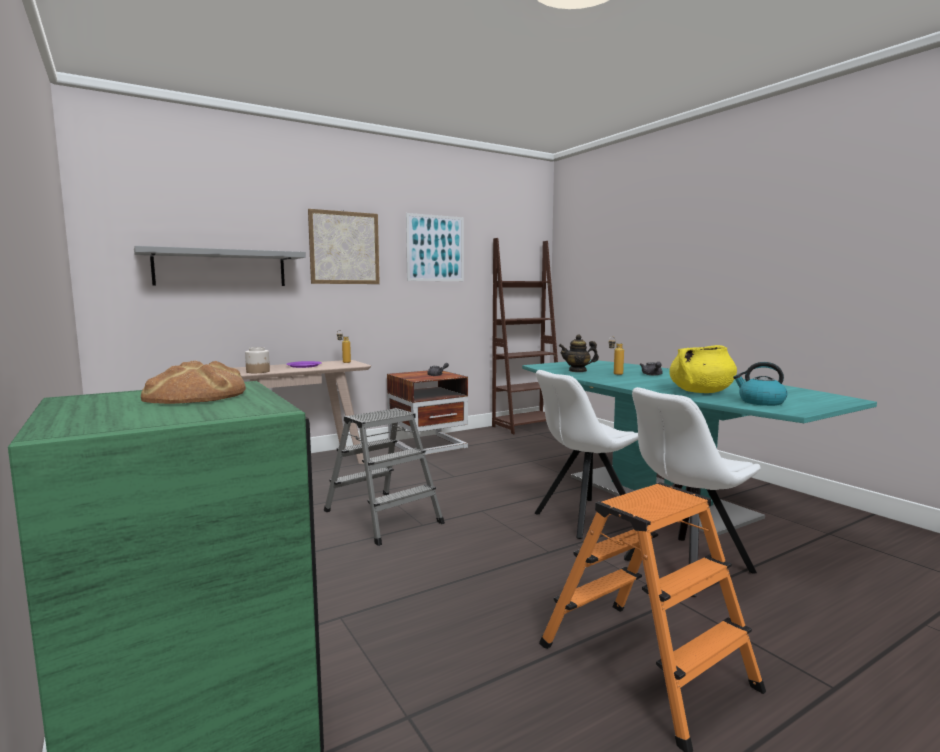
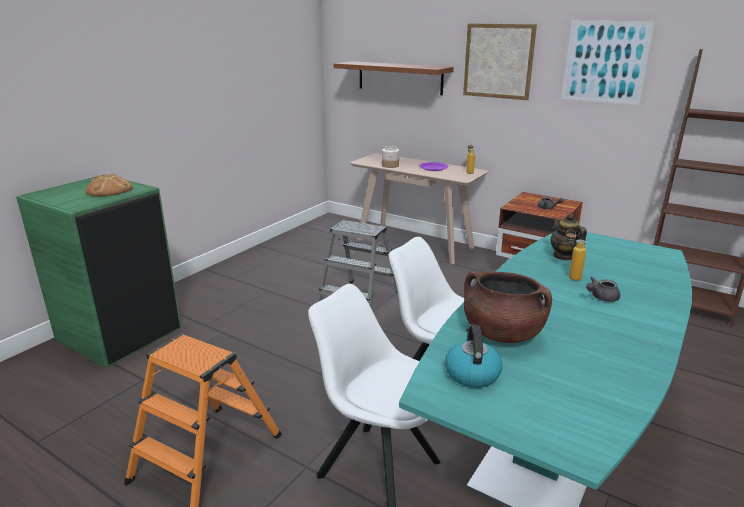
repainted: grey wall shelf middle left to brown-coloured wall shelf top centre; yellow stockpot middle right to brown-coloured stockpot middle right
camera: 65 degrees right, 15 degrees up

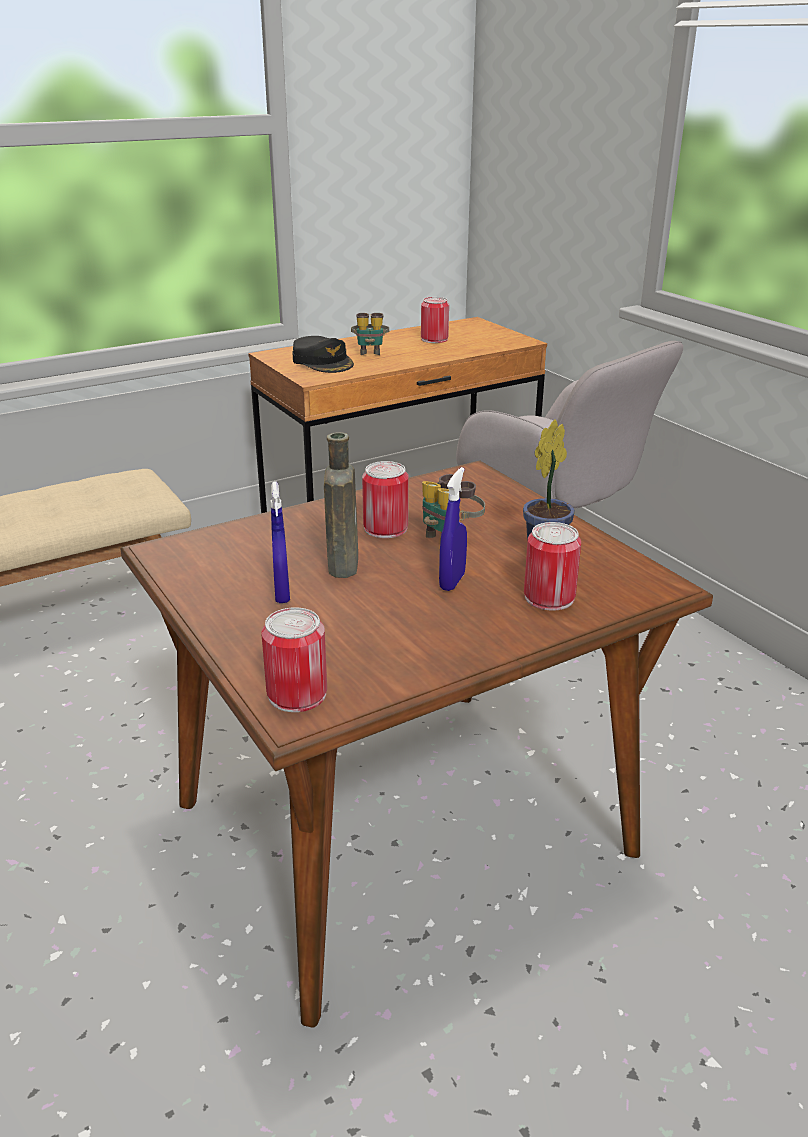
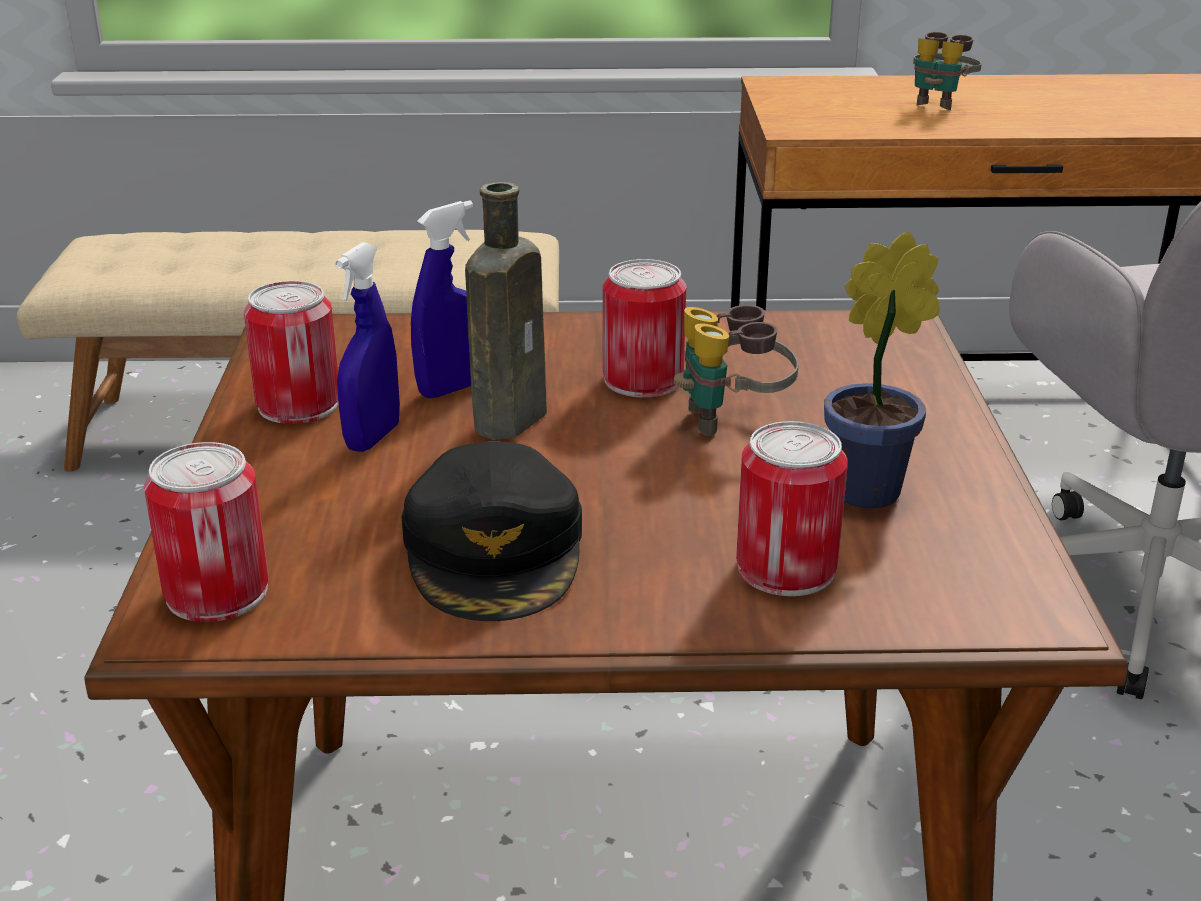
shifted: black-coloured cap top centre to centre; metal can (no. 3 from left in the first image) top centre to metal can (no. 2 from left) middle left; blue spray bottle (no. 2 from left) centre to top centre
camera: 30 degrees right, 0 degrees up

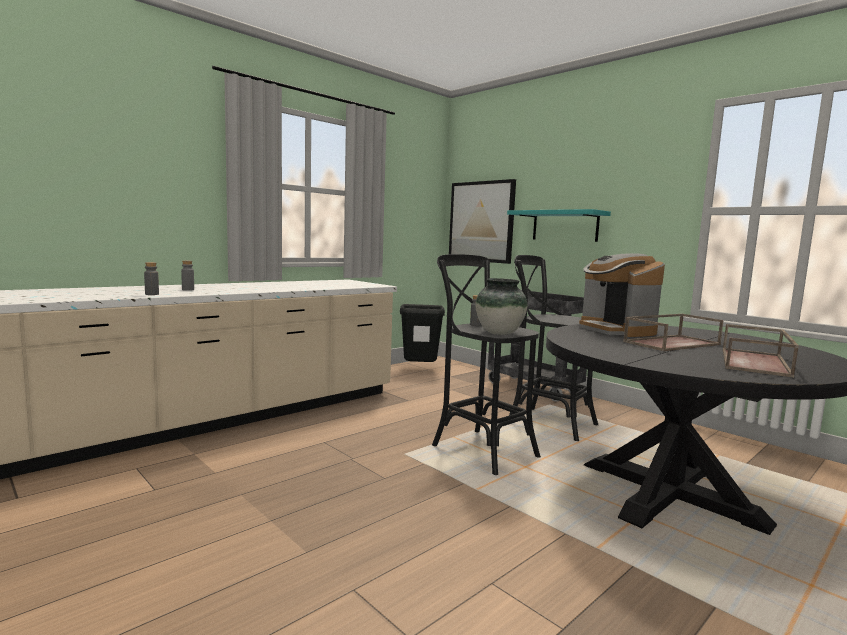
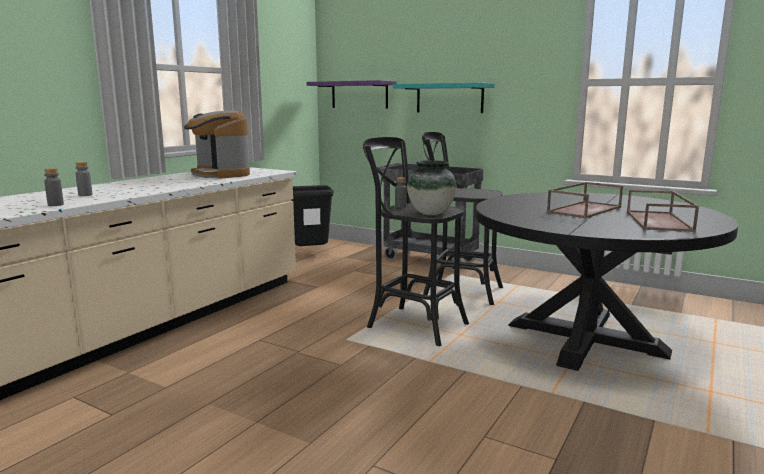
shifted: coffee machine middle right to top left
swapped: picture centre to purplish wall shelf top centre
camera: 15 degrees left, 5 degrees up

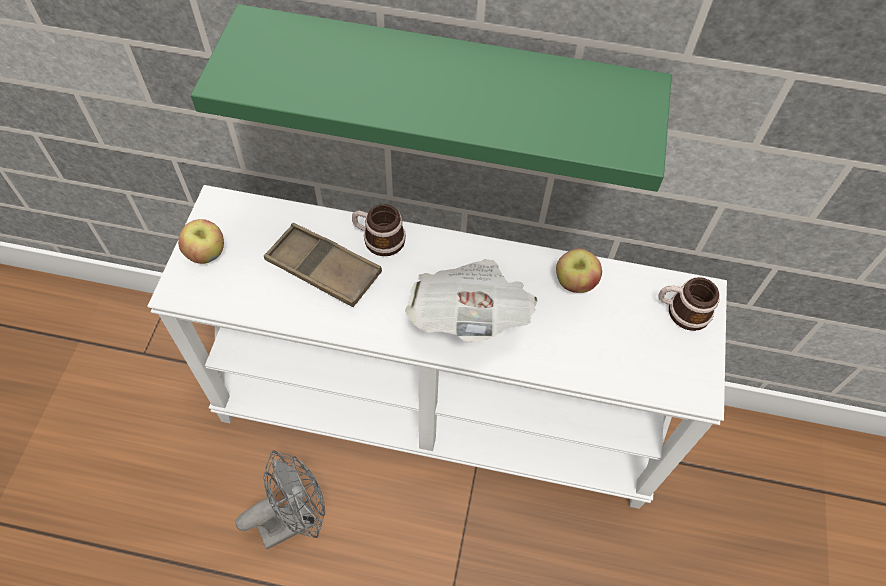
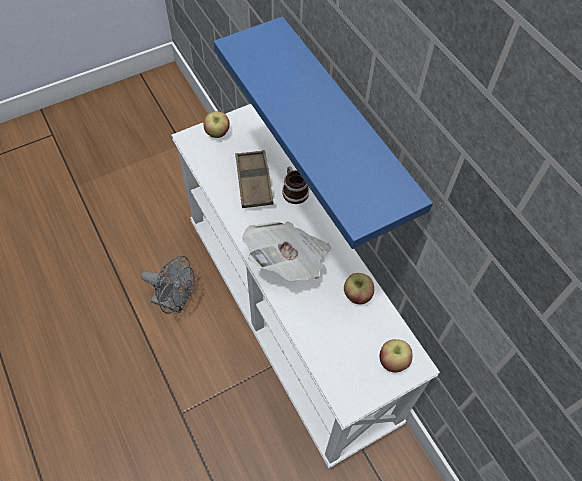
swapped: tea mug (no. 2 from left) middle right to apple (no. 3 from left) bottom right
repainted: greenish wall shelf top centre to blue wall shelf top centre
camera: 50 degrees right, 0 degrees up

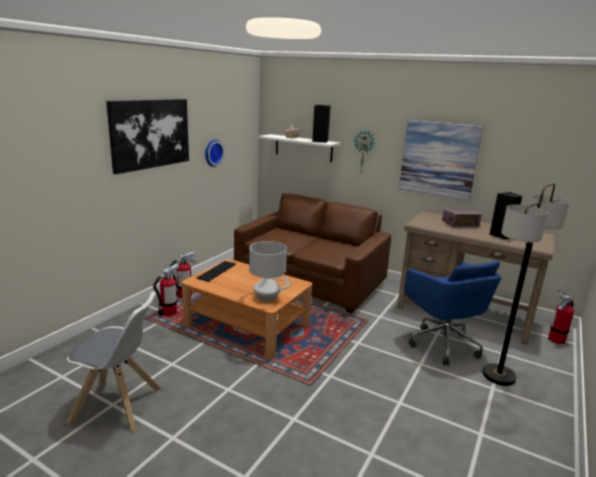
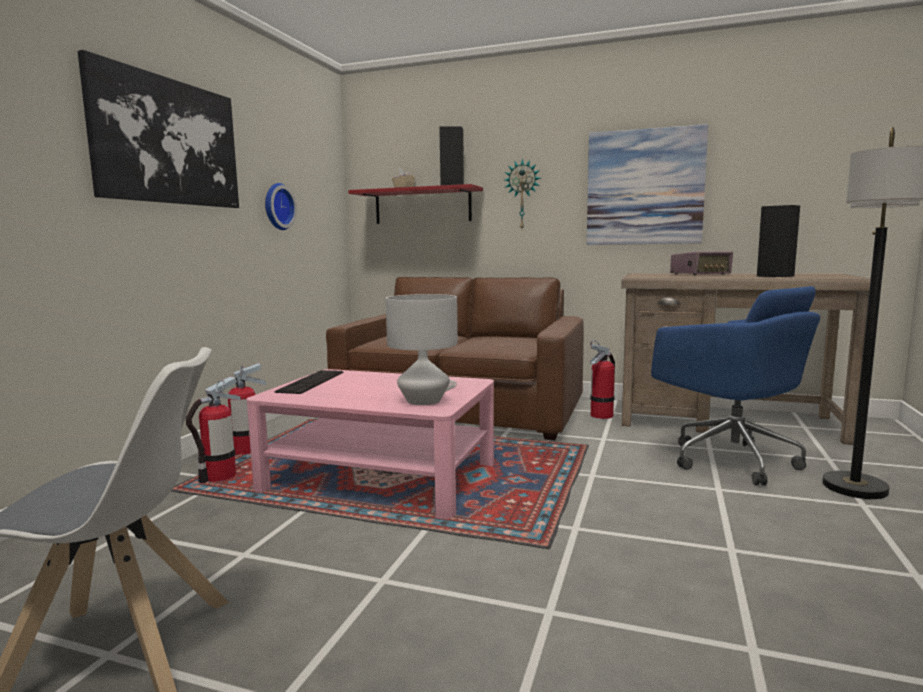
shifted: fire-fighting cylinder (no. 3 from left) middle right to centre
repainted: brown-coloured coffee table centre to pink-coloured coffee table centre; whitish wall shelf top centre to red wall shelf top centre
camera: 10 degrees left, 10 degrees down

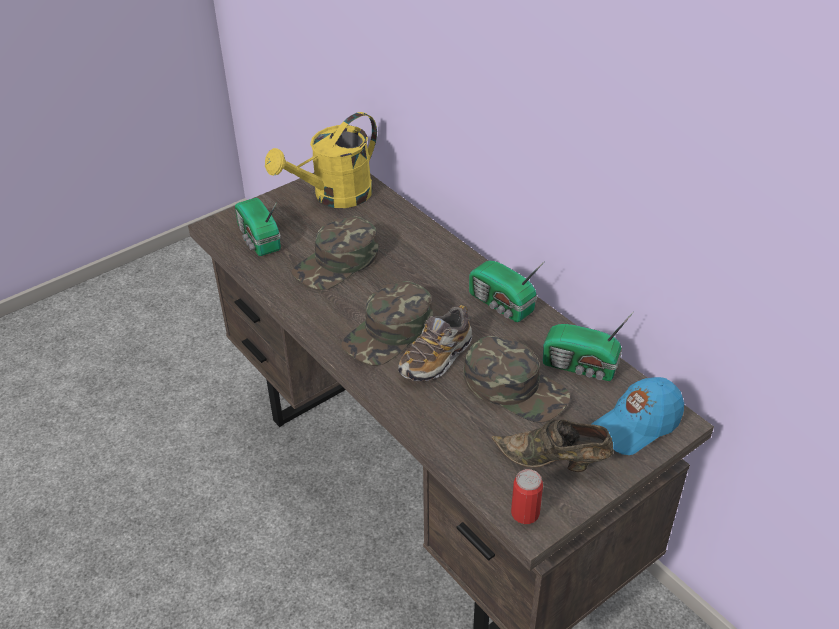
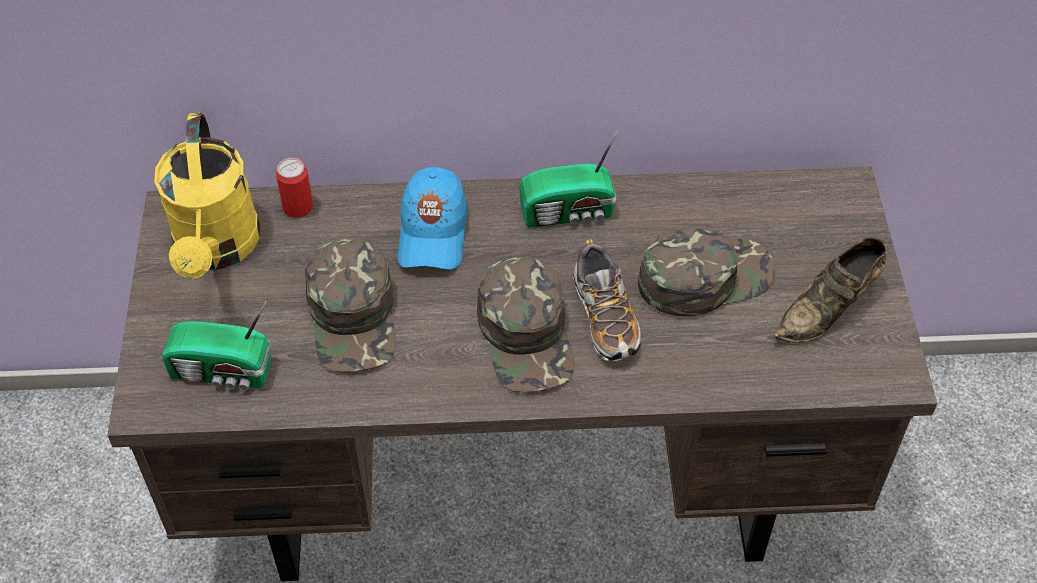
gone: radio (no. 3 from left) middle right
shifted: metal can bottom centre to top left; blue cap middle right to centre
camera: 55 degrees left, 10 degrees up

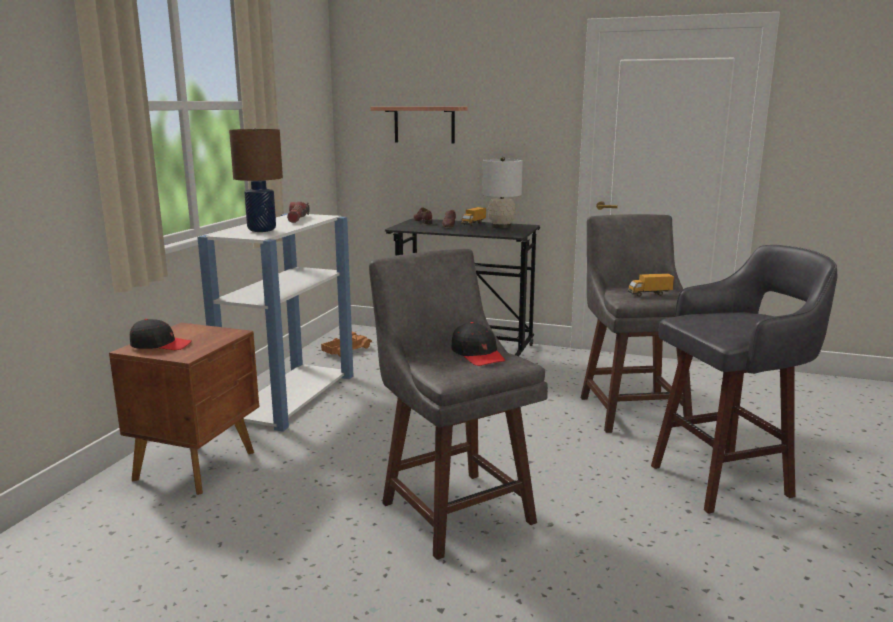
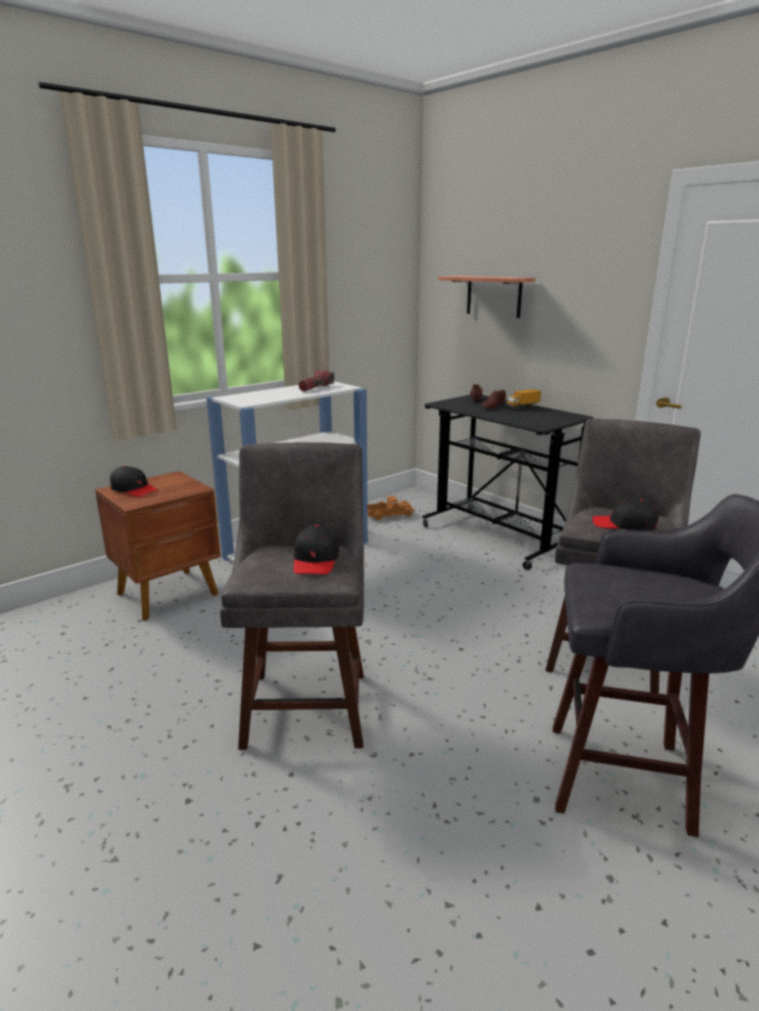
gone: brown-coloured tabletop lamp top left; whitish tabletop lamp top centre
swapped: model truck (no. 3 from left) middle right to black-coloured cap (no. 3 from left) middle right
camera: 30 degrees right, 5 degrees up

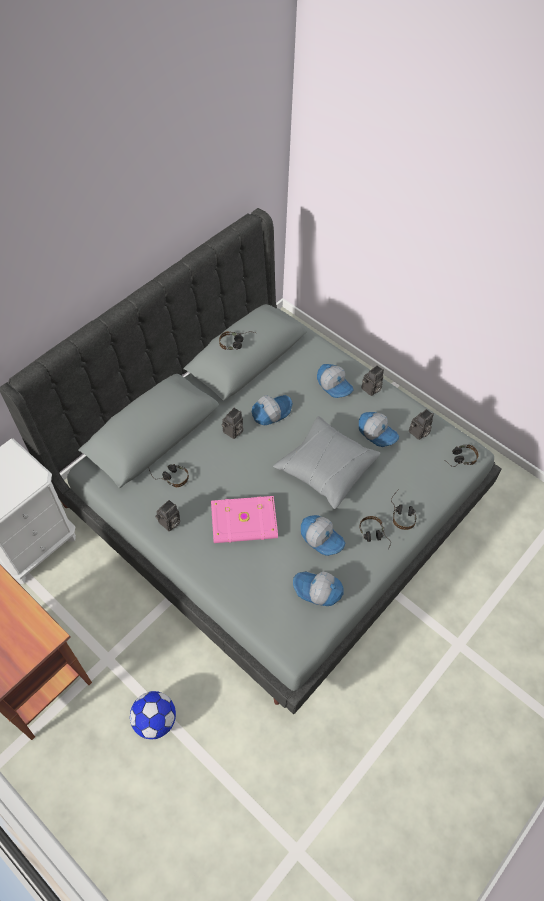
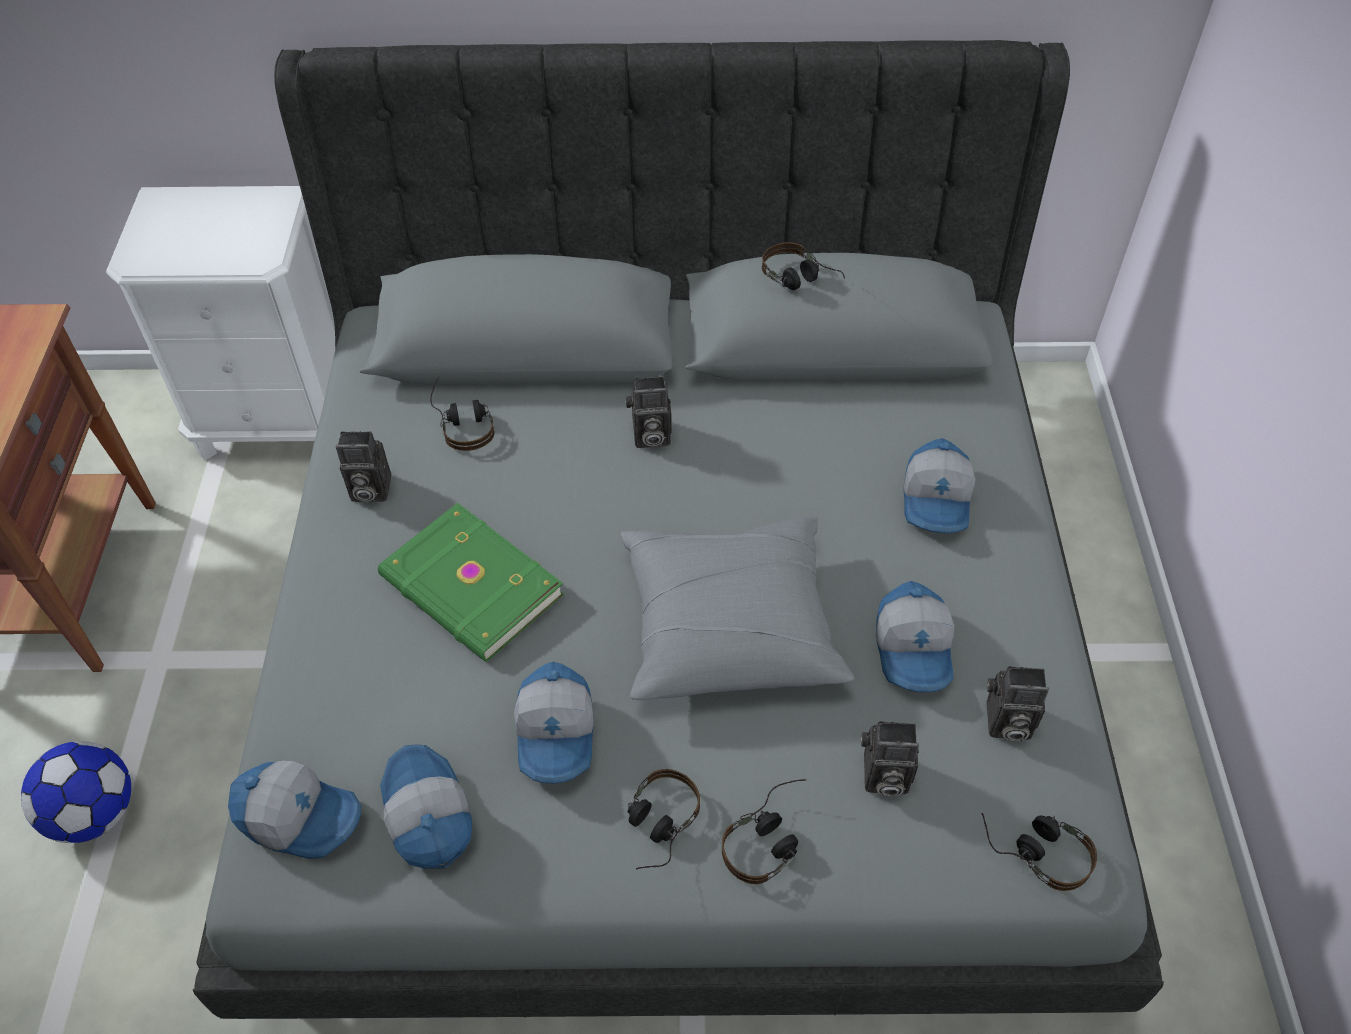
shifted: cap (no. 1 from left) centre to bottom left; still camera (no. 3 from left) middle right to bottom centre
repainted: pink-coloured volume centre to greenish volume centre
camera: 50 degrees right, 5 degrees down

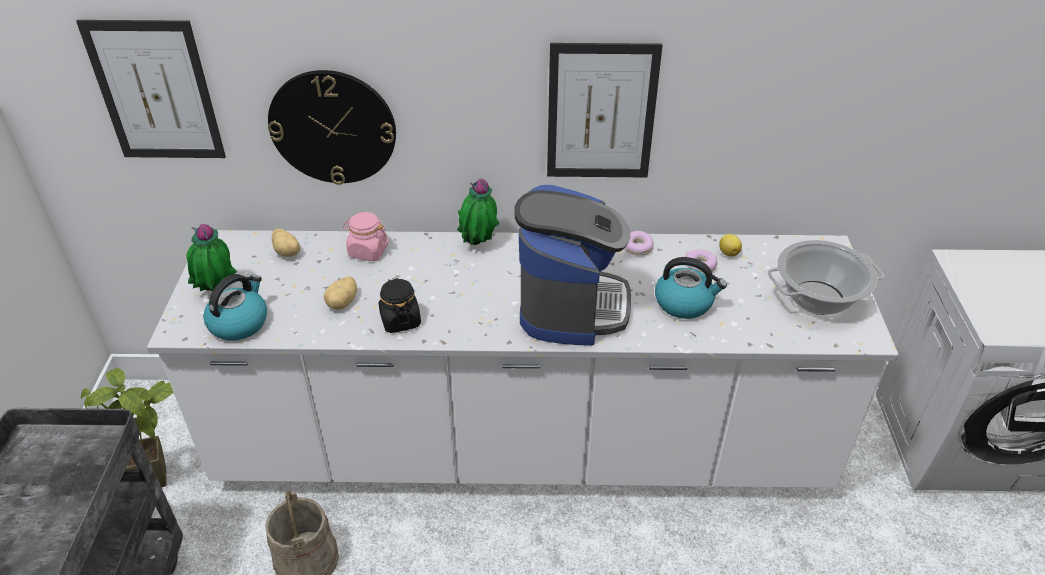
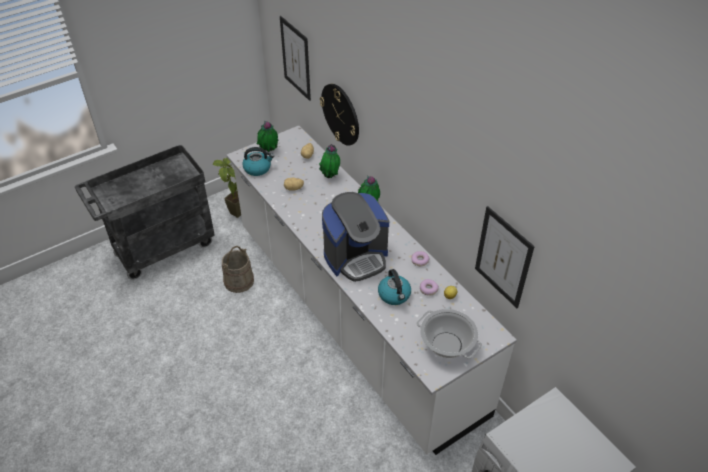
gone: black-coloured storage jar centre
shifted: picture (no. 2 from left) top centre to middle right
swapped: pink-coloured storage jar centre to potted plant (no. 3 from left) centre
camera: 55 degrees right, 5 degrees up

